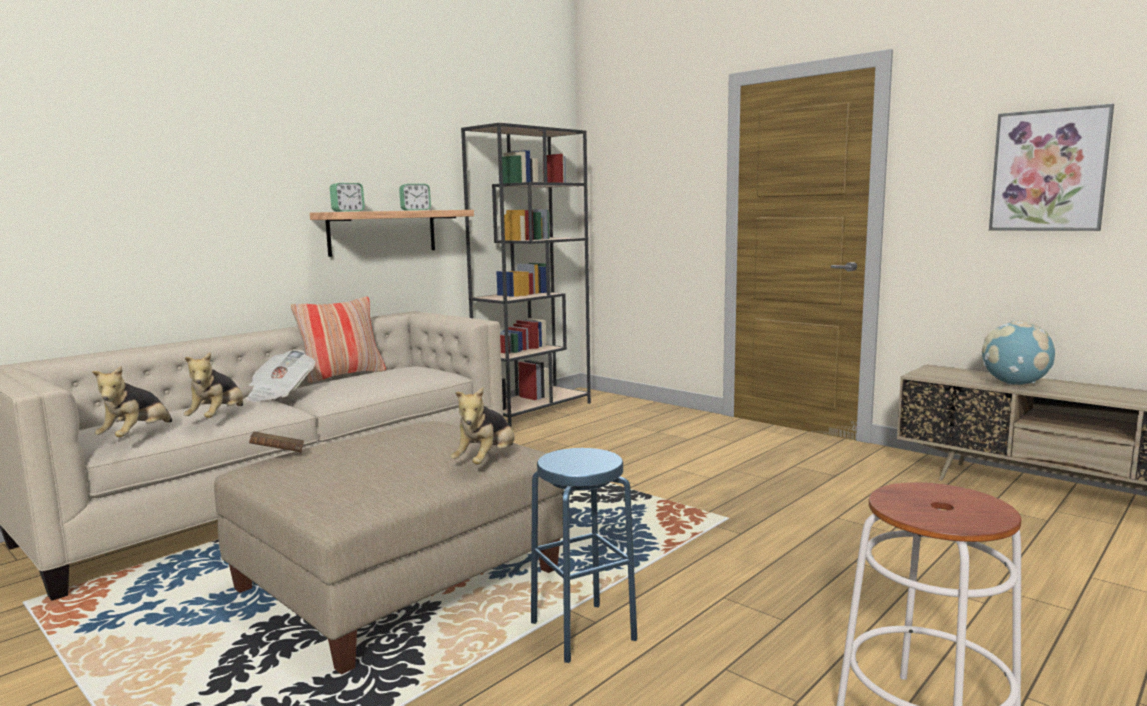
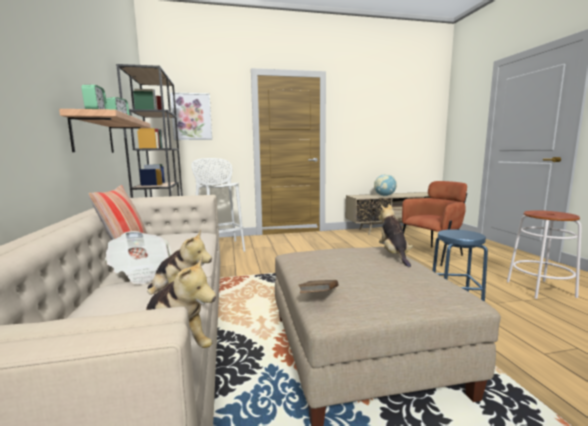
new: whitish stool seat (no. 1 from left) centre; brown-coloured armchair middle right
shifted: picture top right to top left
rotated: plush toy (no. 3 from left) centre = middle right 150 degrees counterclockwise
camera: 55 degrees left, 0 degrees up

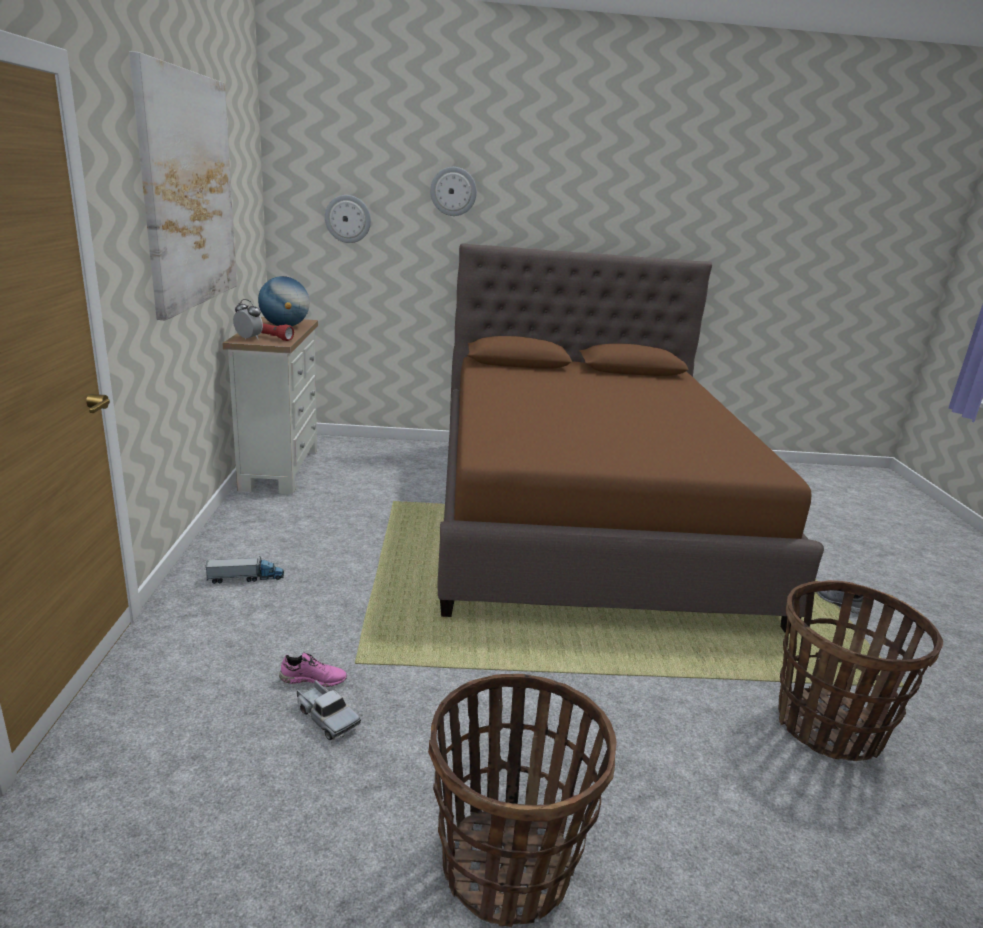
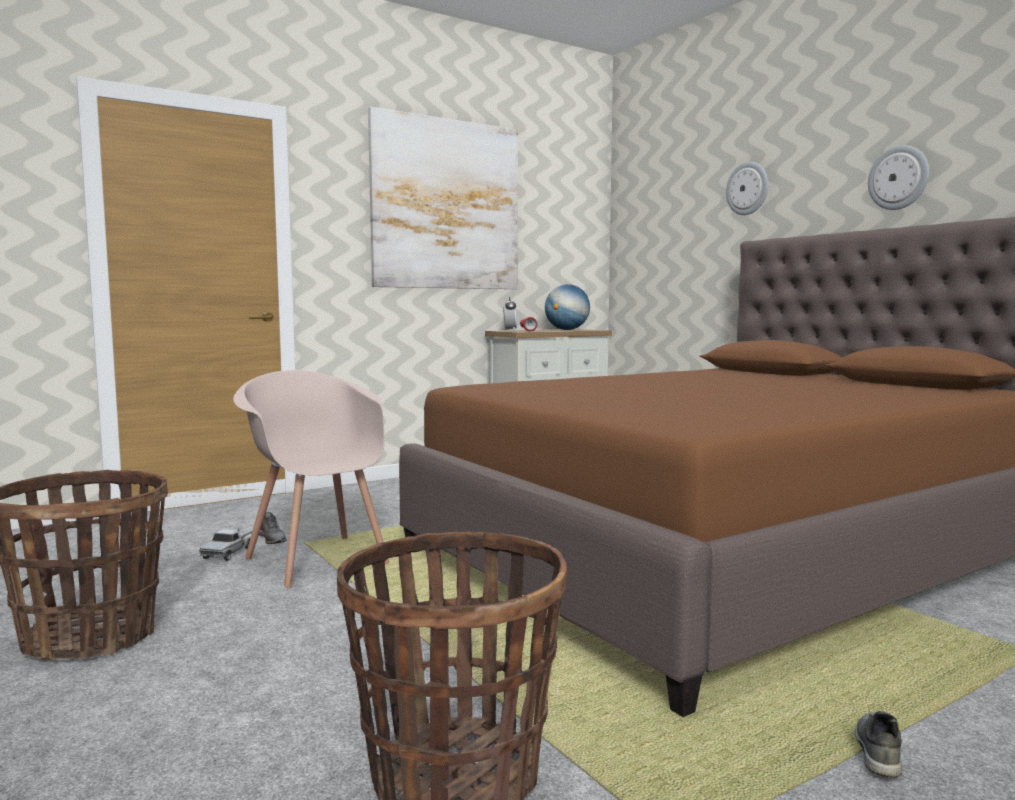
gone: model truck (no. 1 from left) middle left
new: beige-coloured upright chair middle left
shifted: hanging clock (no. 1 from left in the first image) top centre to hanging clock (no. 2 from left) top right
repainted: pink-coloured shoe bottom left to grey shoe (no. 1 from left) middle left
camera: 60 degrees right, 15 degrees down

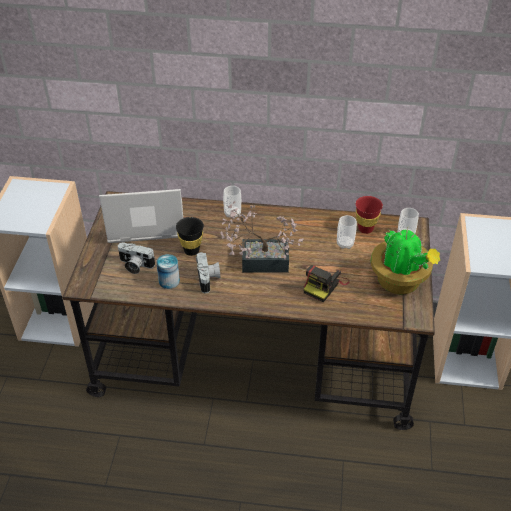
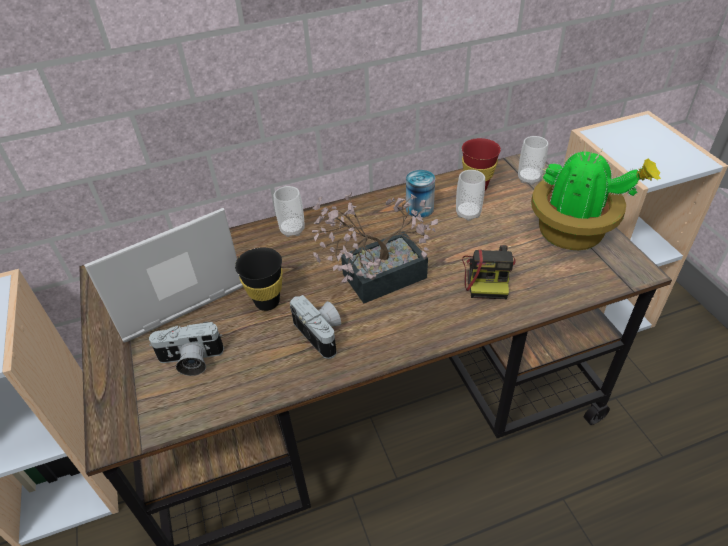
shifted: metal can middle left to centre
camera: 25 degrees left, 0 degrees up

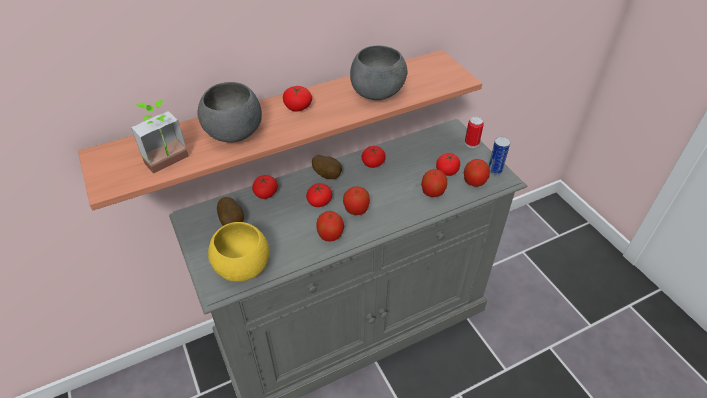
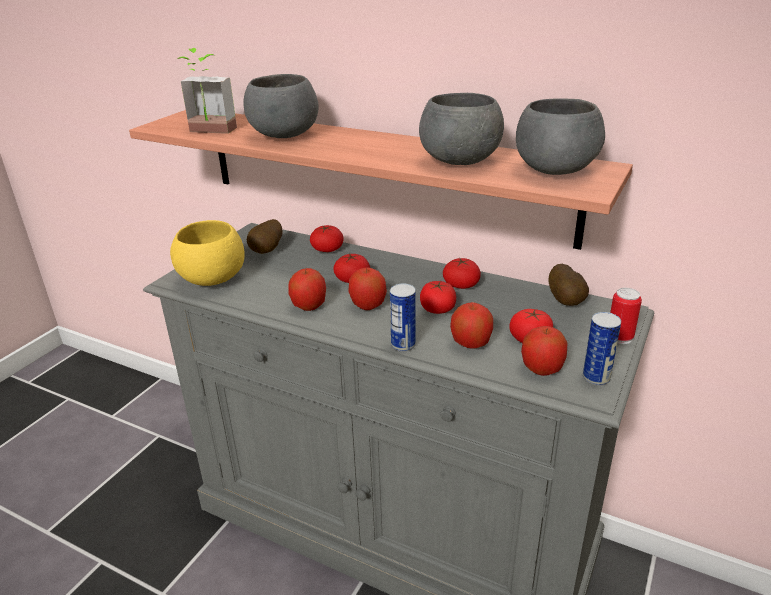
new: metal can (no. 1 from left) centre; grey serving bowl (no. 3 from left) top right
shifted: tomato (no. 2 from left in the first image) top centre to tomato (no. 3 from left) centre; potato (no. 2 from left) centre to middle right
camera: 55 degrees right, 15 degrees down

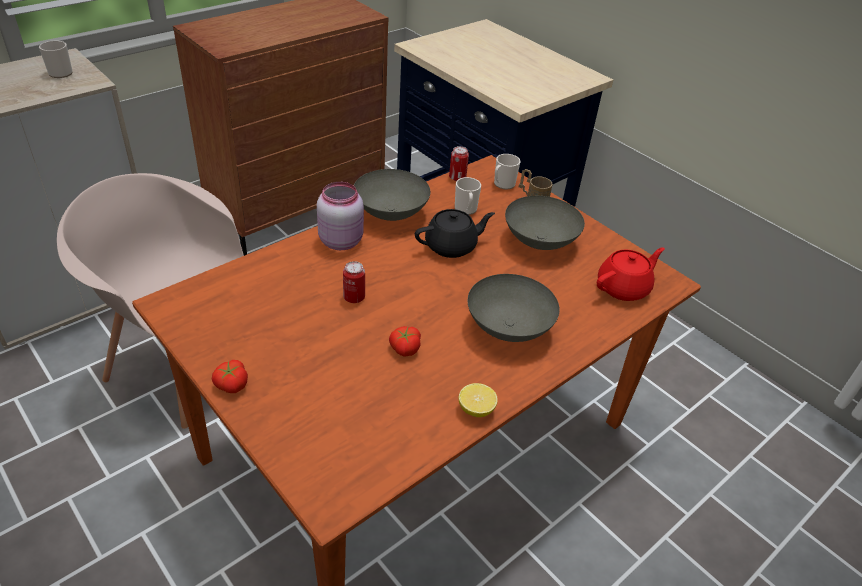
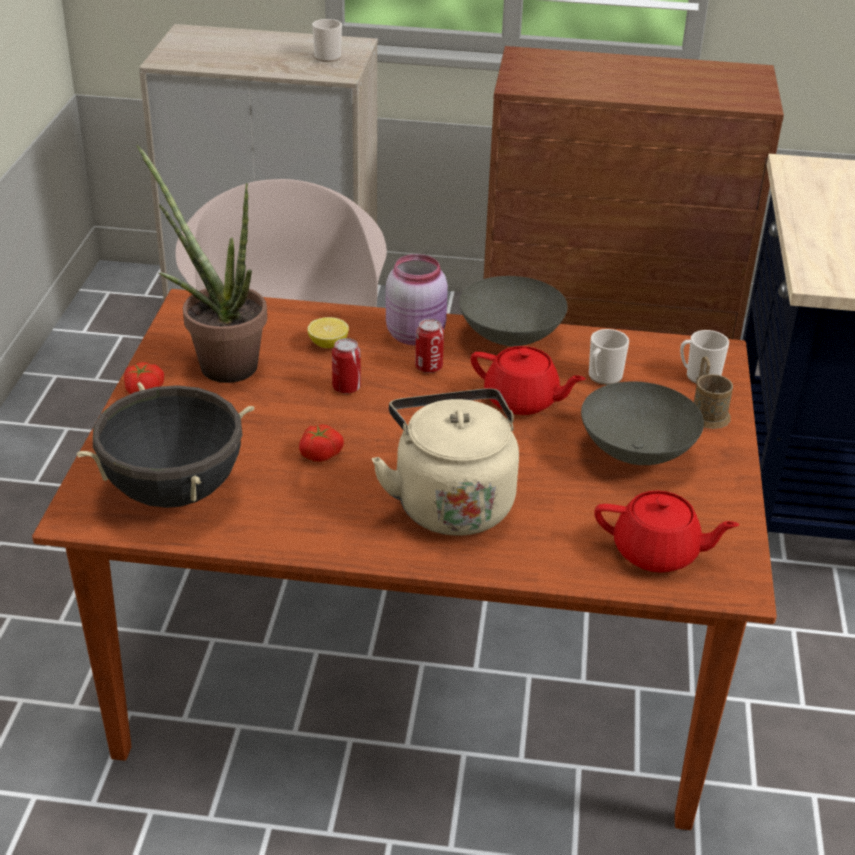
new: black-coloured stockpot middle left; potted plant top left
shifted: metal can (no. 2 from left) top centre to centre; whole lemon bottom centre to centre
swapped: grey serving bowl (no. 2 from left) centre to beige-coloured kettle centre
repainted: black-coloured tea pot centre to red tea pot (no. 1 from left) centre
camera: 50 degrees right, 5 degrees down

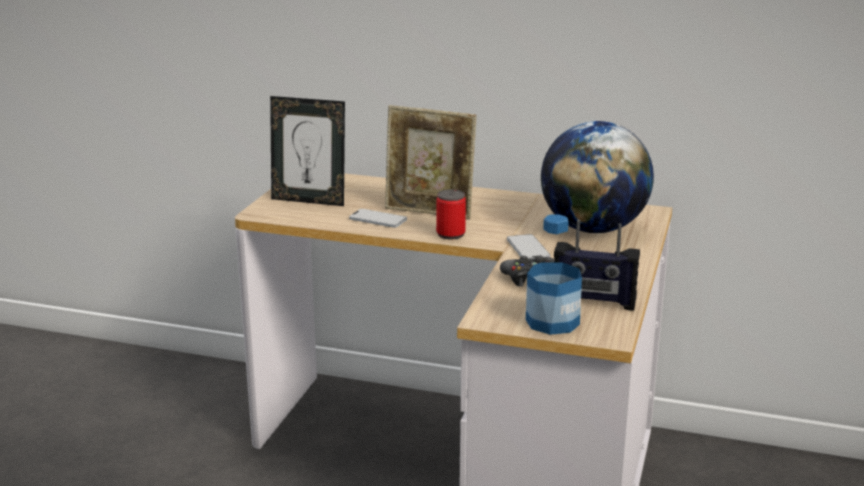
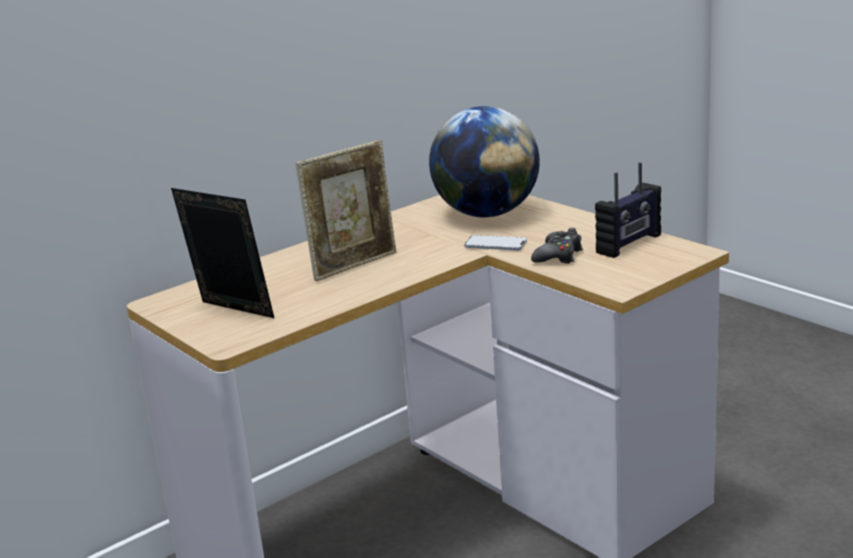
gone: handset (no. 1 from left) centre; metal can centre; bottle centre
rotated: standing frame (no. 1 from left) top centre = middle left 105 degrees counterclockwise
camera: 55 degrees left, 0 degrees up

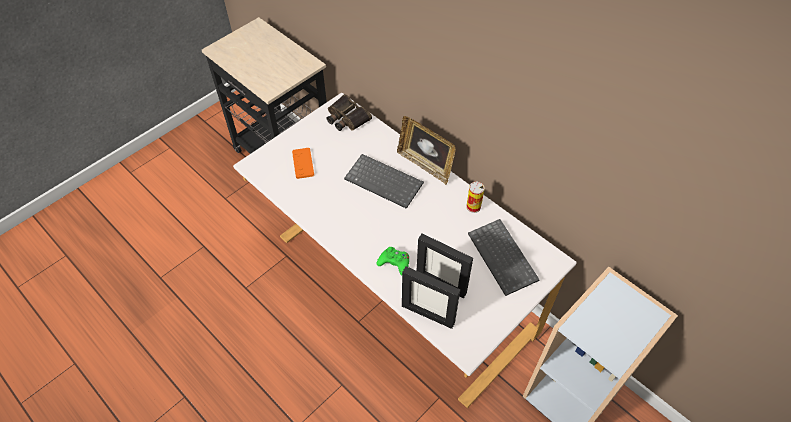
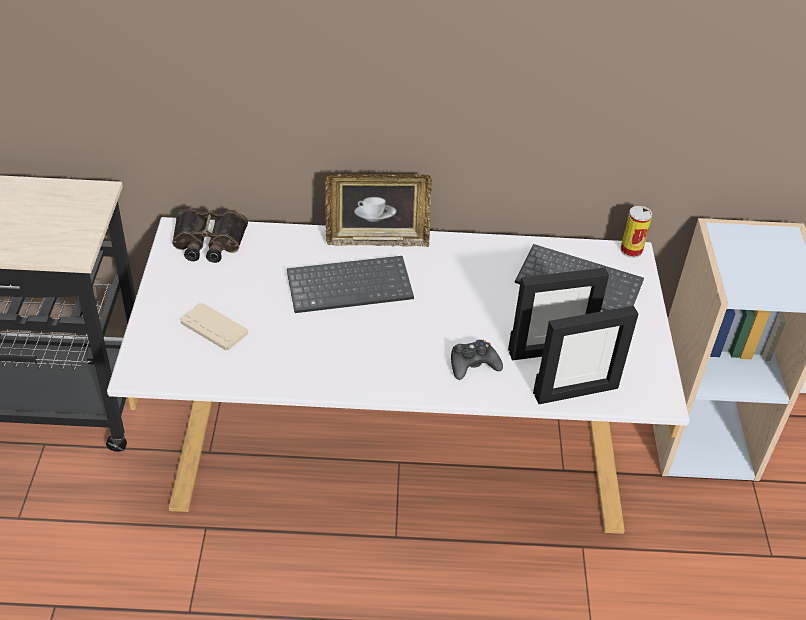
shifted: metal can centre to middle right
repainted: orange-coloured game controller centre to beige-coloured game controller middle left; greenish game controller centre to black-coloured game controller centre
camera: 45 degrees left, 10 degrees down

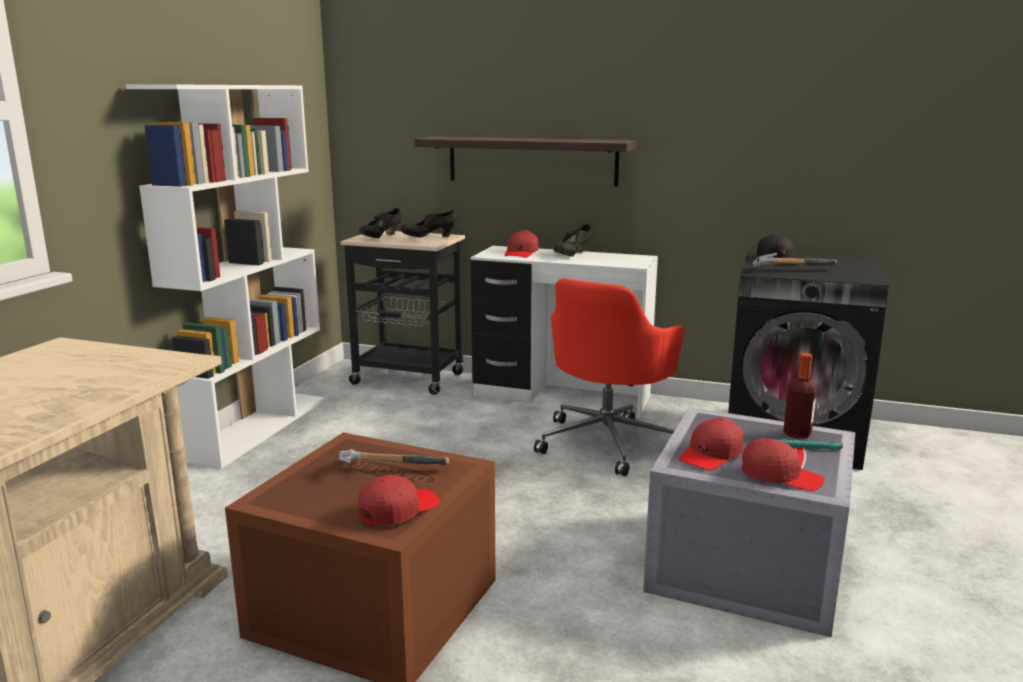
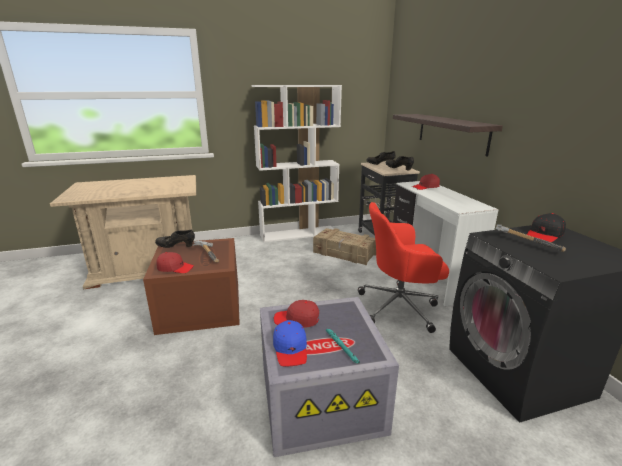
gone: bottle middle right
new: crate centre
shifted: black-coloured shoe (no. 3 from left in the first image) centre to black-coloured shoe (no. 1 from left) middle left
repainted: red cap (no. 4 from left) bottom right to blue cap bottom centre
camera: 55 degrees right, 5 degrees up

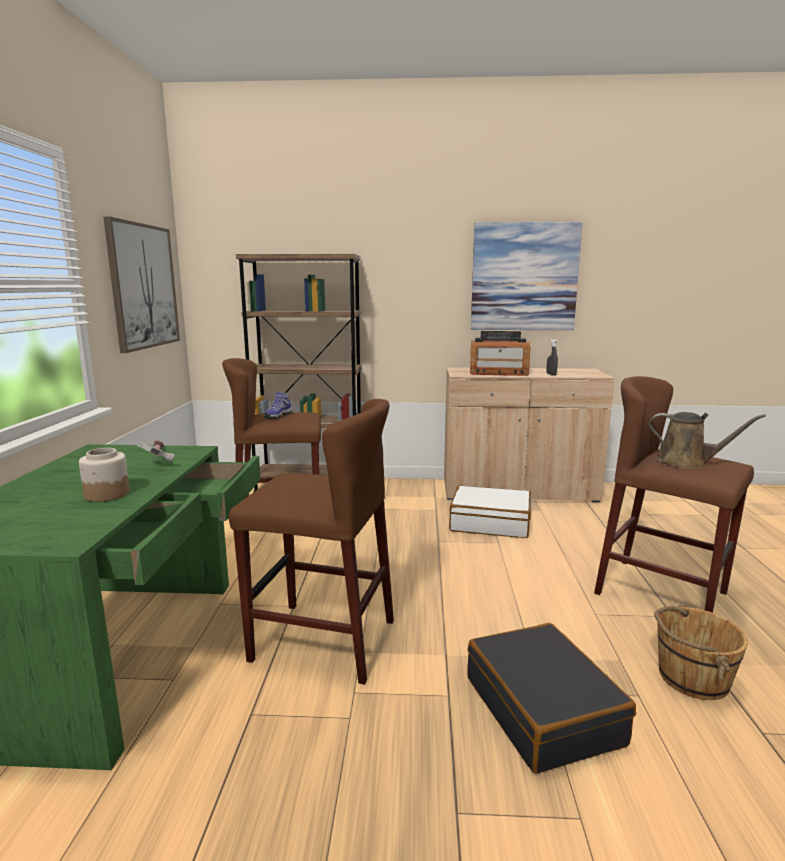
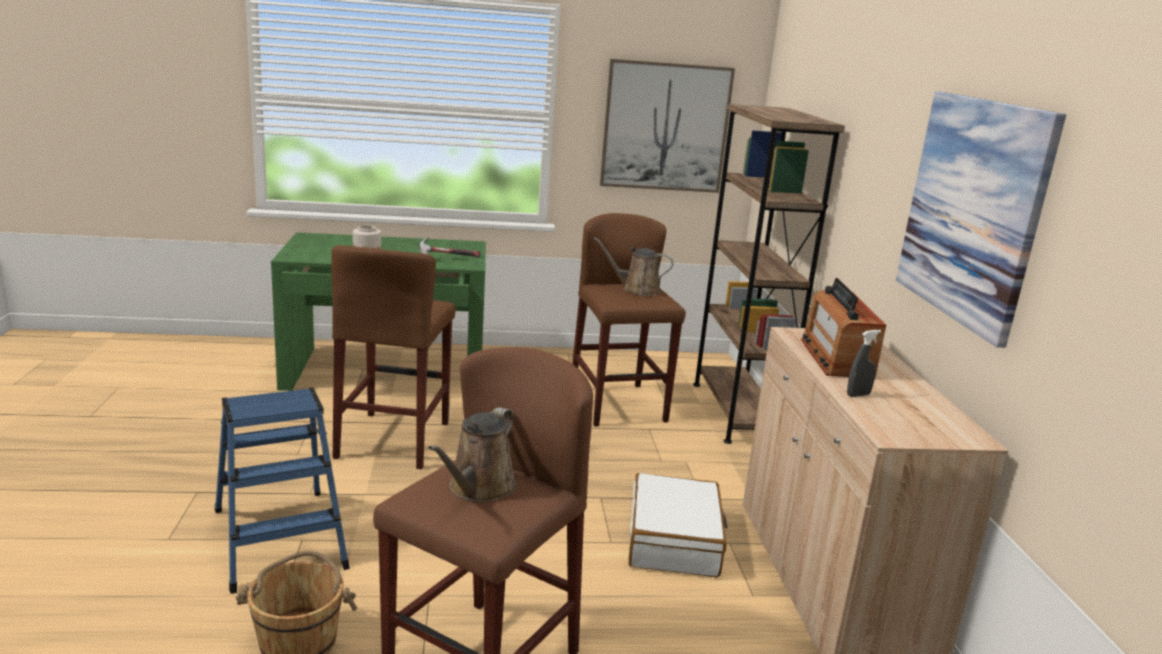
swapped: shoe centre to brown-coloured watering can (no. 2 from left) centre; black-coloured travel case bottom right to blue step ladder bottom left
camera: 80 degrees right, 5 degrees up

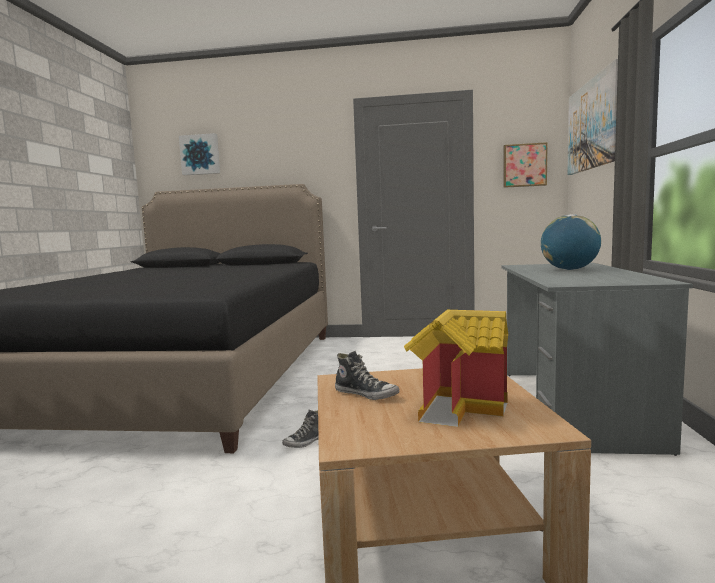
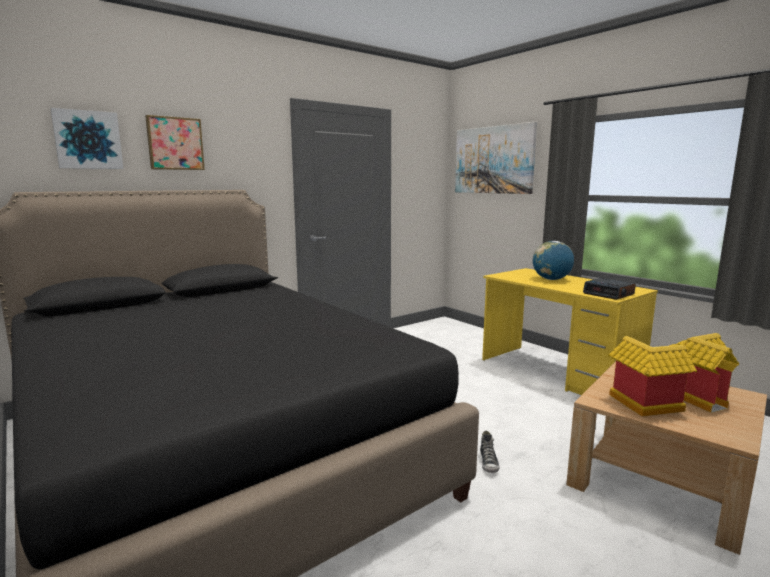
new: alarm clock middle right
shifted: picture (no. 2 from left) top right to top left
swapped: shoe (no. 2 from left) centre to miniature house (no. 1 from left) middle right
repainted: grey desk unit middle right to yellow desk unit middle right
camera: 45 degrees left, 5 degrees up

